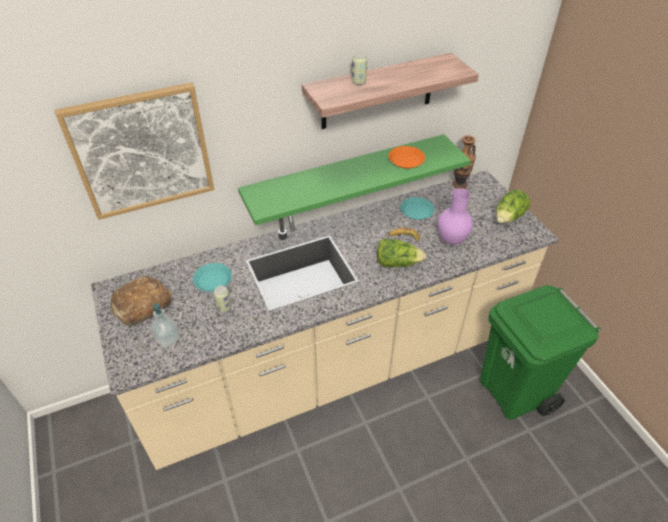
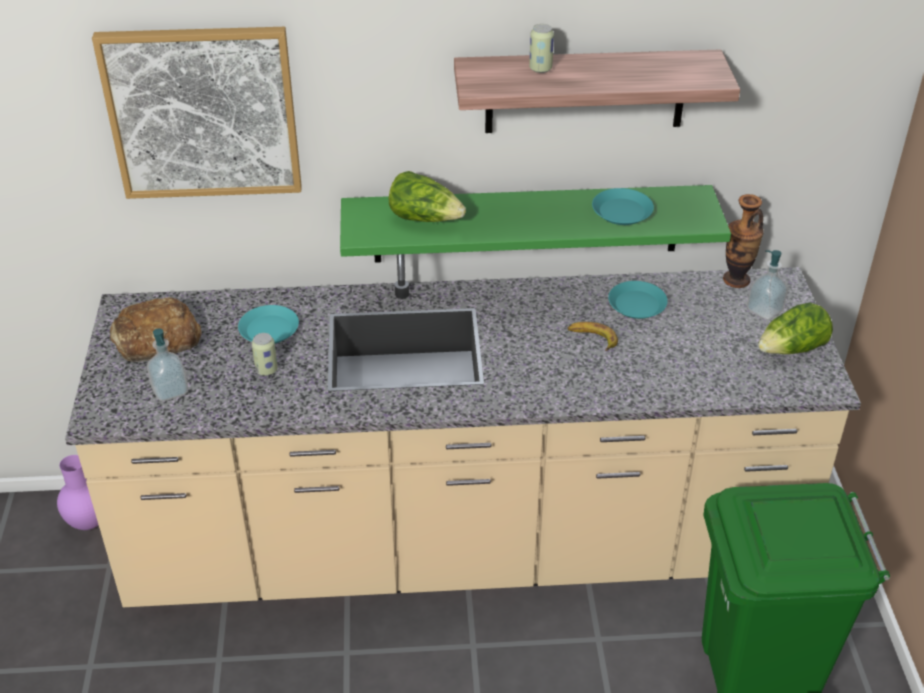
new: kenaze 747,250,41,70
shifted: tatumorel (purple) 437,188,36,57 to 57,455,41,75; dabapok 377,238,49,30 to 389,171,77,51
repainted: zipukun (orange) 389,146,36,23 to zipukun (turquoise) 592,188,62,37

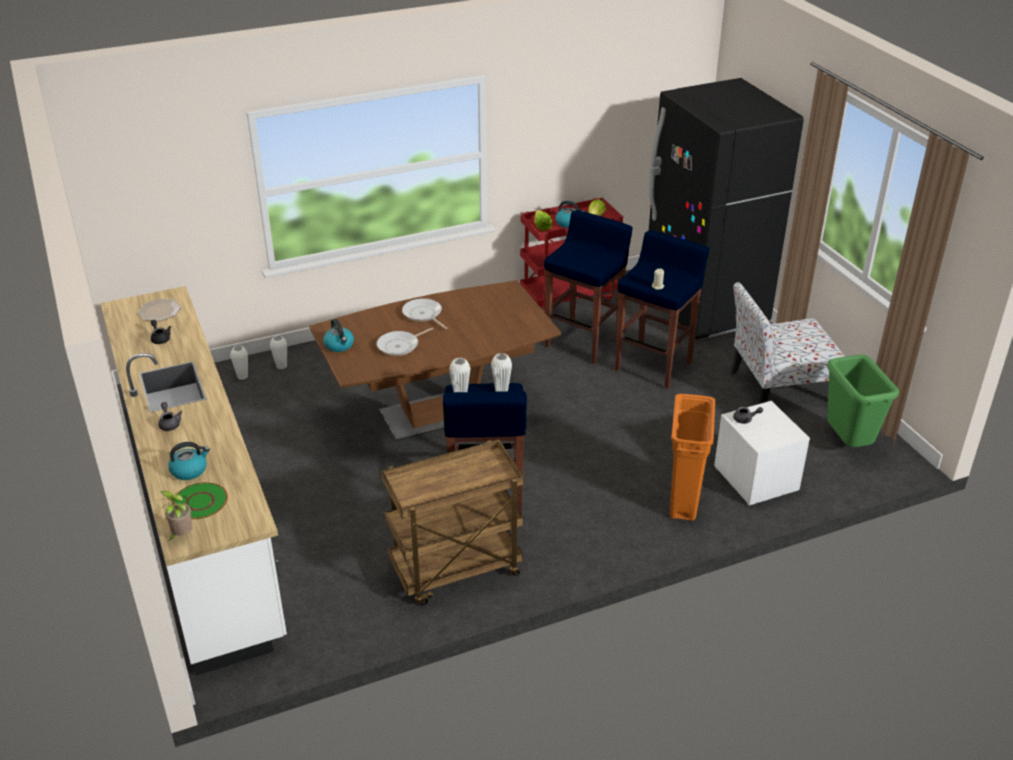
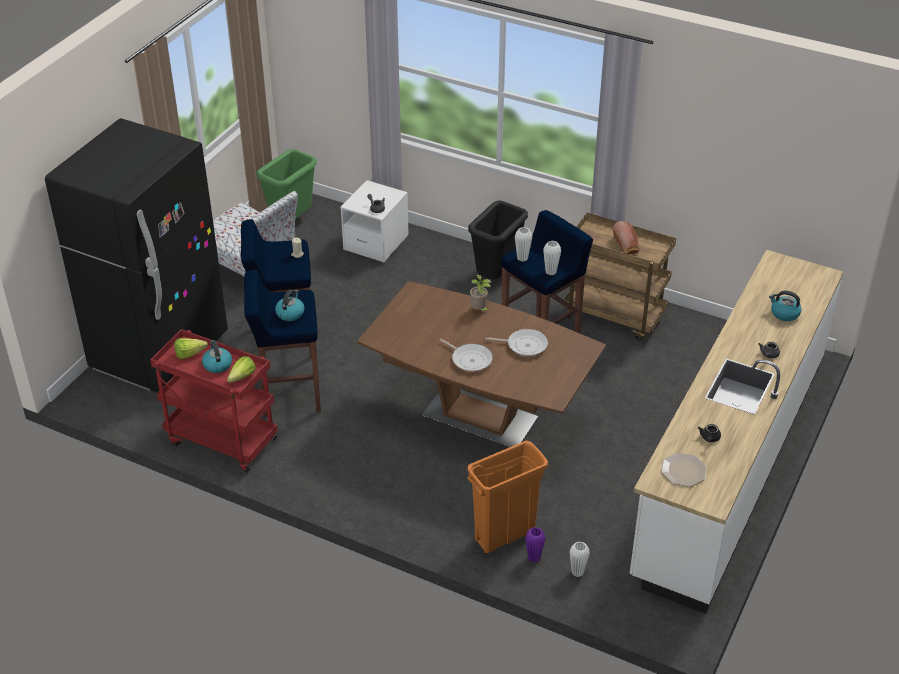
gone: zipukun (green) 172,482,56,37
new: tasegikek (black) 468,201,60,78; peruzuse 613,221,27,33
shifted: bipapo 323,319,31,33 to 275,290,29,31; tasegikek (orange) 670,394,45,127 to 467,441,81,112; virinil 157,491,36,50 to 470,275,21,36
repainted: tatumorel (white) 270,336,17,33 to tatumorel (purple) 525,527,20,35
rotated: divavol 402,298,45,31 = 440,339,53,33 60 degrees counterclockwise

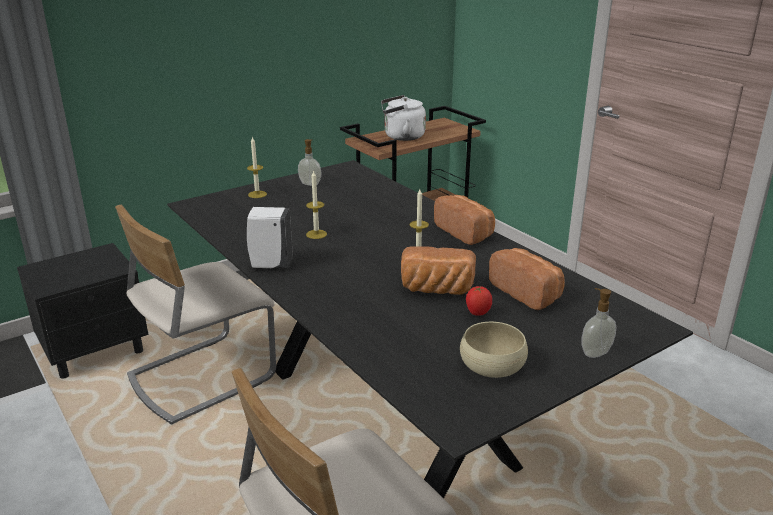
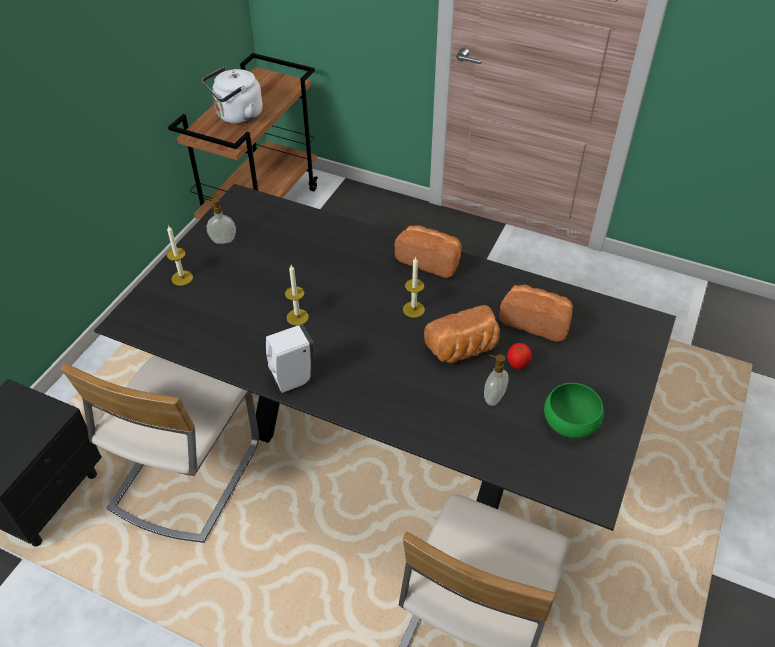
shifted: kenaze 581,288,35,70 to 484,354,24,52
repainted: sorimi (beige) 460,322,68,56 to sorimi (green) 544,383,60,55

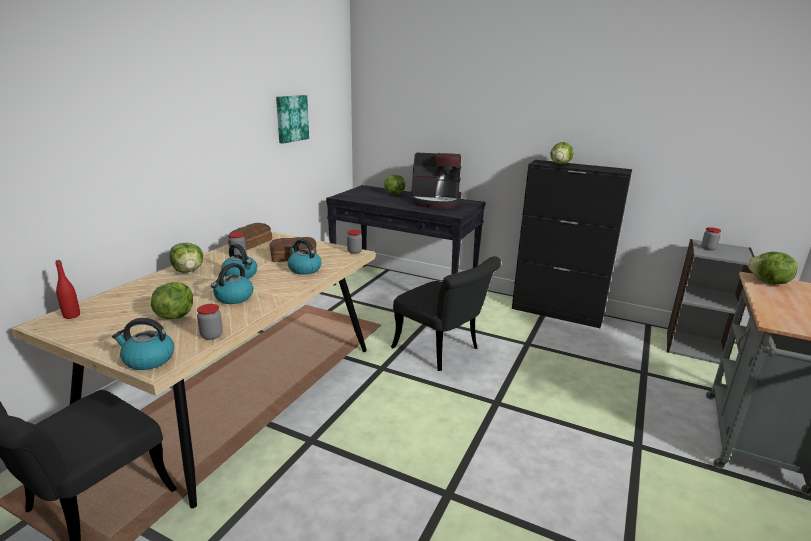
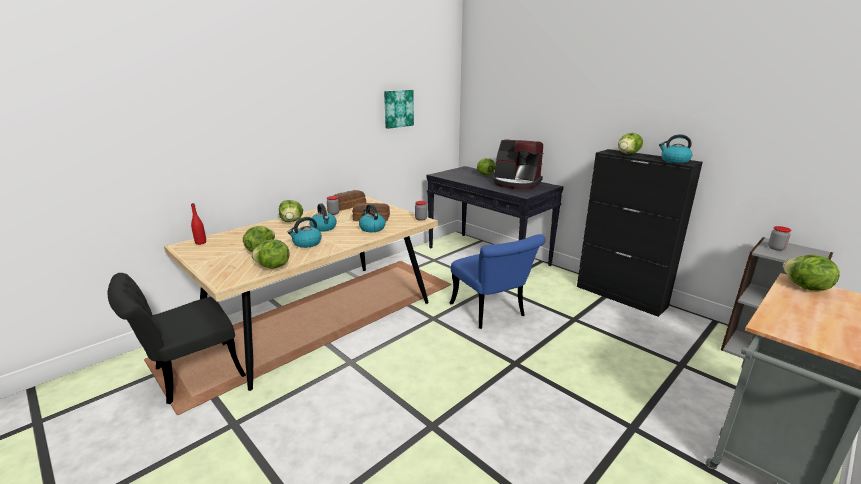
shifted: bipapo 112,318,62,52 to 659,134,33,29
swapped: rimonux 197,304,26,36 to dabapok 251,239,38,30
repainted: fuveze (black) 391,256,110,115 to fuveze (blue) 450,234,95,95

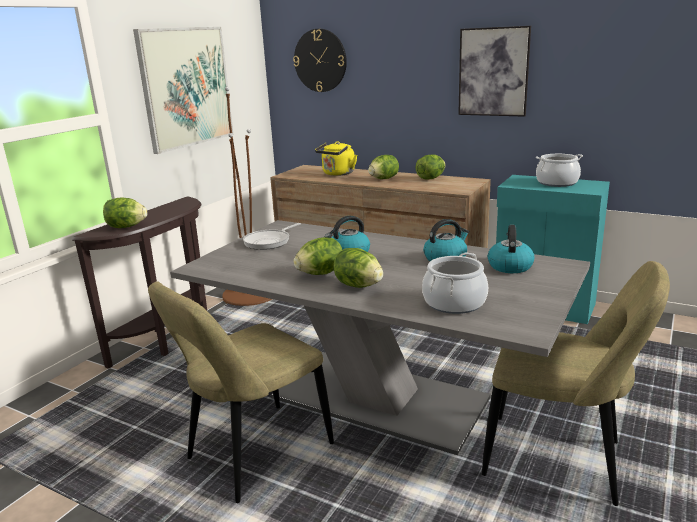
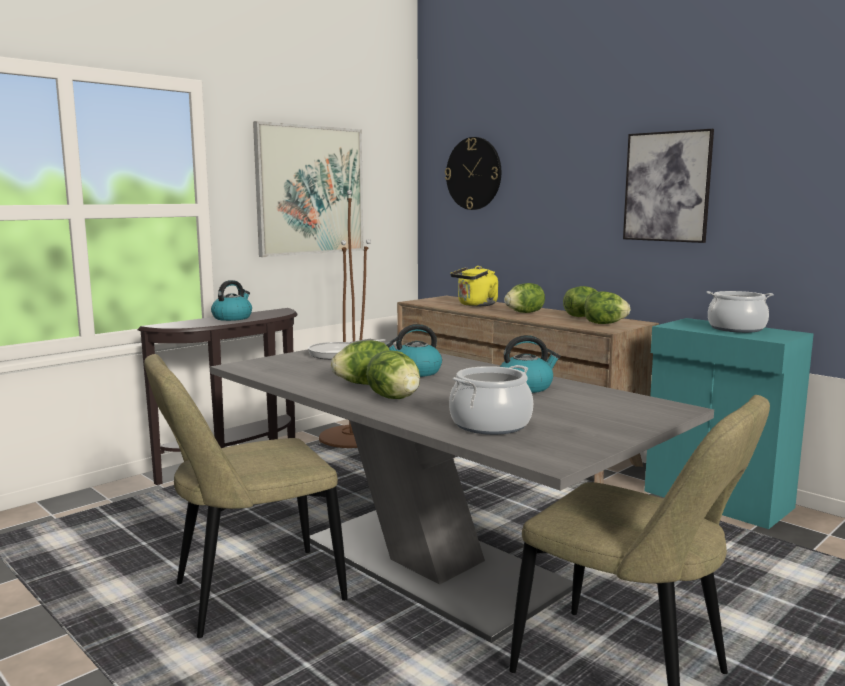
shifted: dabapok 103,197,44,31 to 584,291,47,33; bipapo 488,225,47,48 to 211,280,41,41

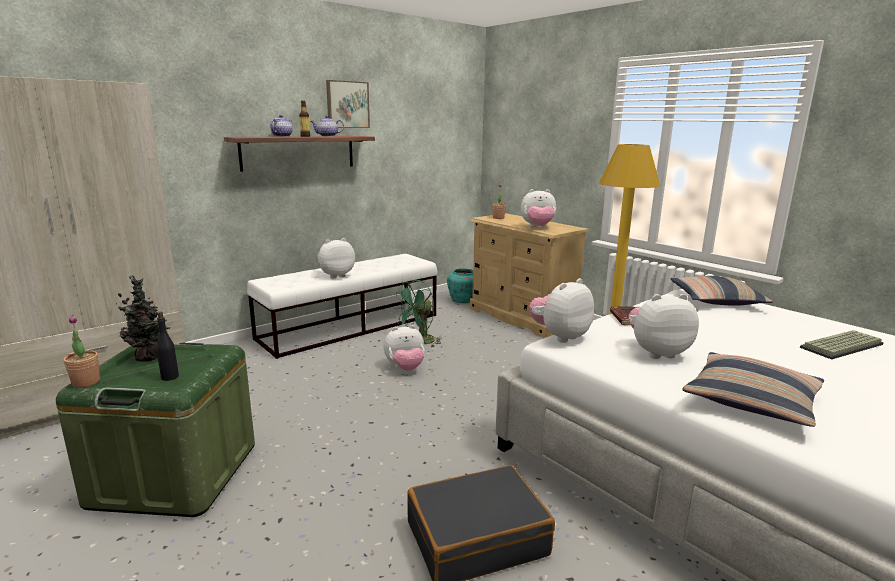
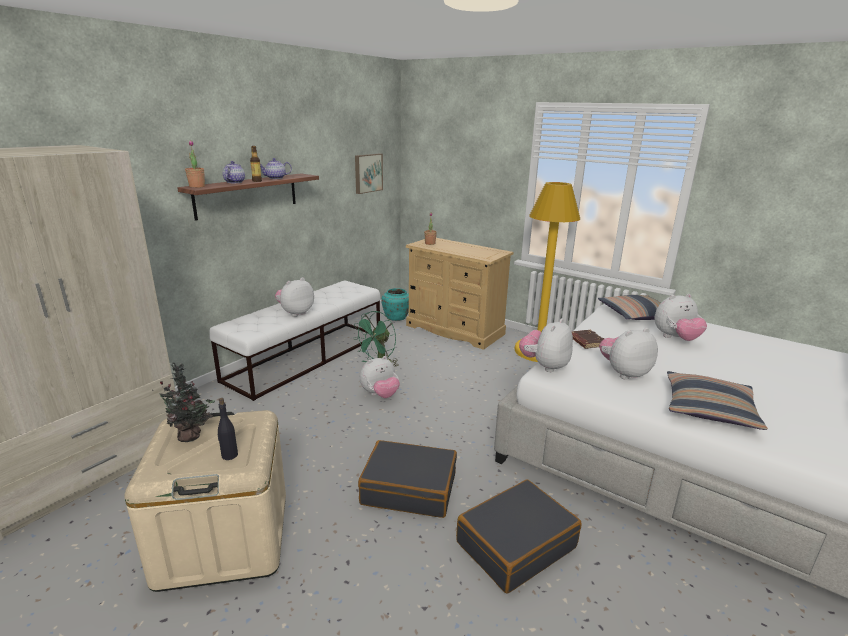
gone: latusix 800,330,84,29
new: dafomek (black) 358,440,99,78
shifted: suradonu 326,80,44,48 to 355,154,28,40; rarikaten 521,189,35,38 to 655,294,52,47; virinil 64,315,36,73 to 185,140,20,48
repainted: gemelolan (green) 56,343,199,174 to gemelolan (beige) 124,410,162,182

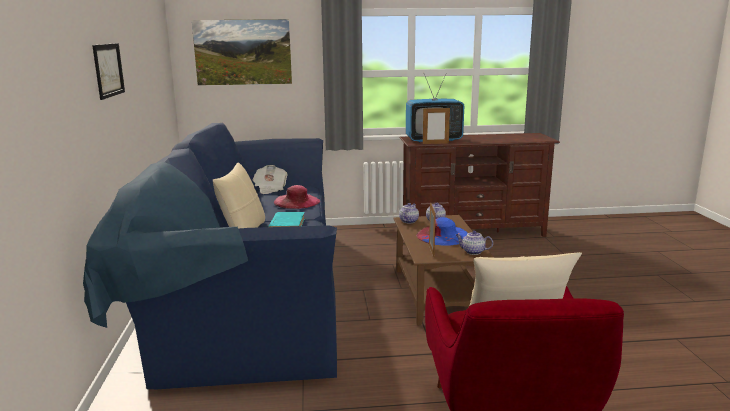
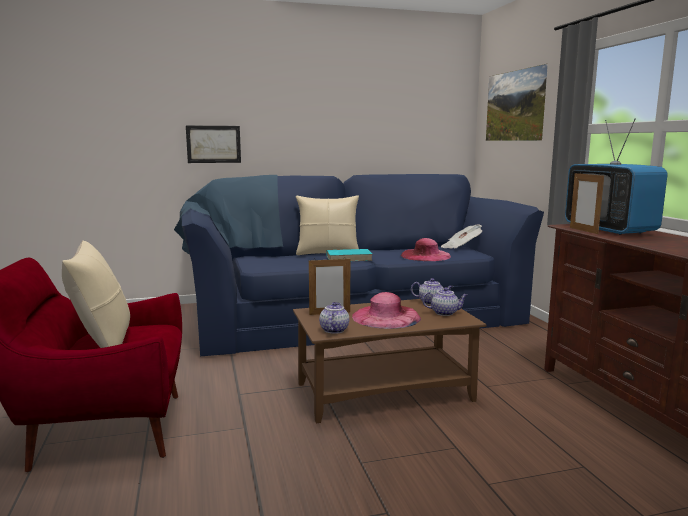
shifted: suradonu 92,43,33,57 to 186,126,55,37
repainted: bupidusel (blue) 416,217,52,28 to bupidusel (pink) 352,292,69,37

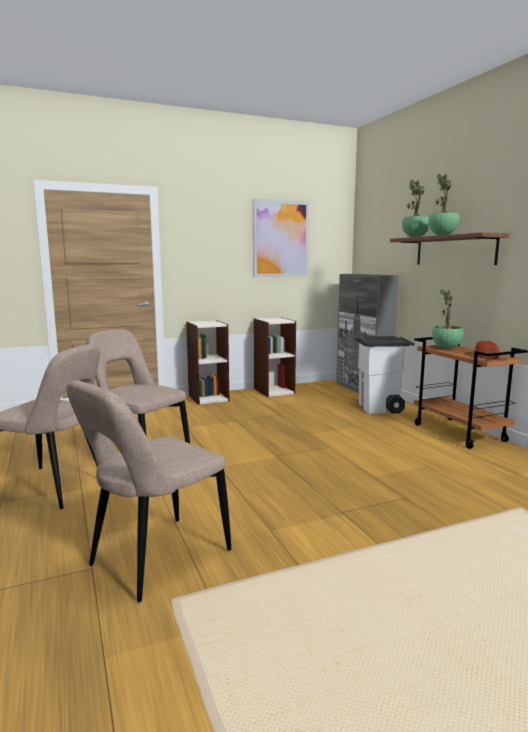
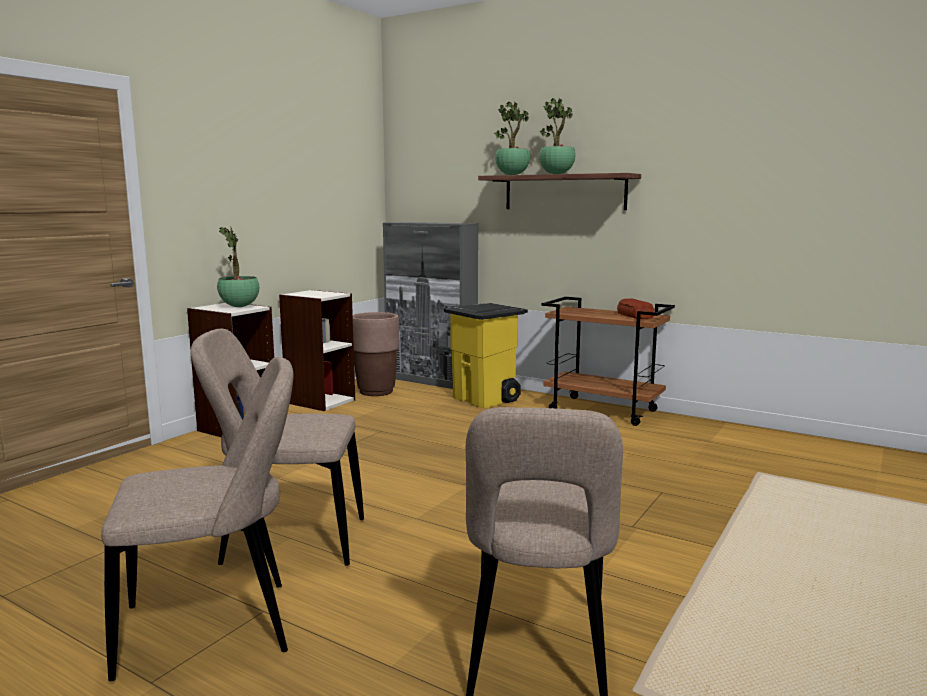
gone: suradonu 253,199,56,78
new: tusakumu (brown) 353,312,46,84
shifted: virinil 432,289,32,60 to 217,227,42,80
repainted: tasegikek (white) 355,336,60,78 to tasegikek (yellow) 444,303,84,105

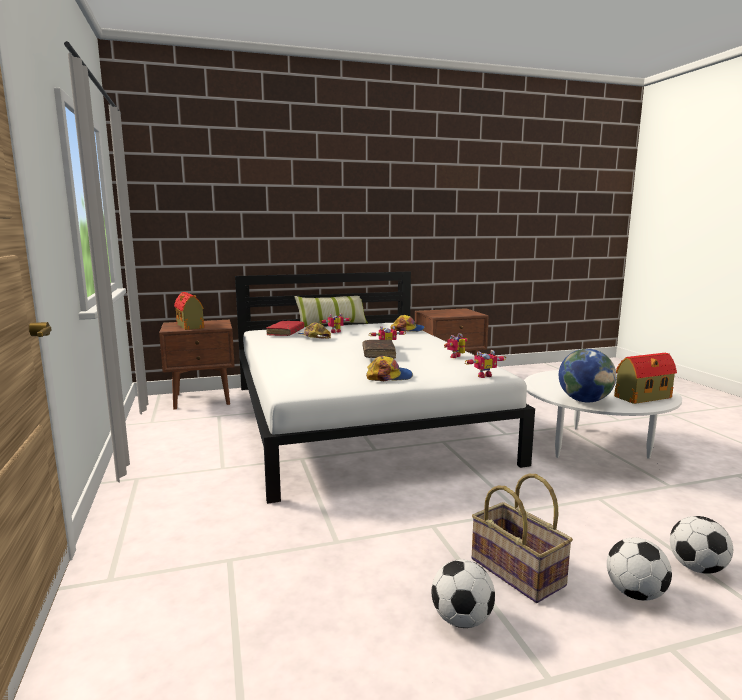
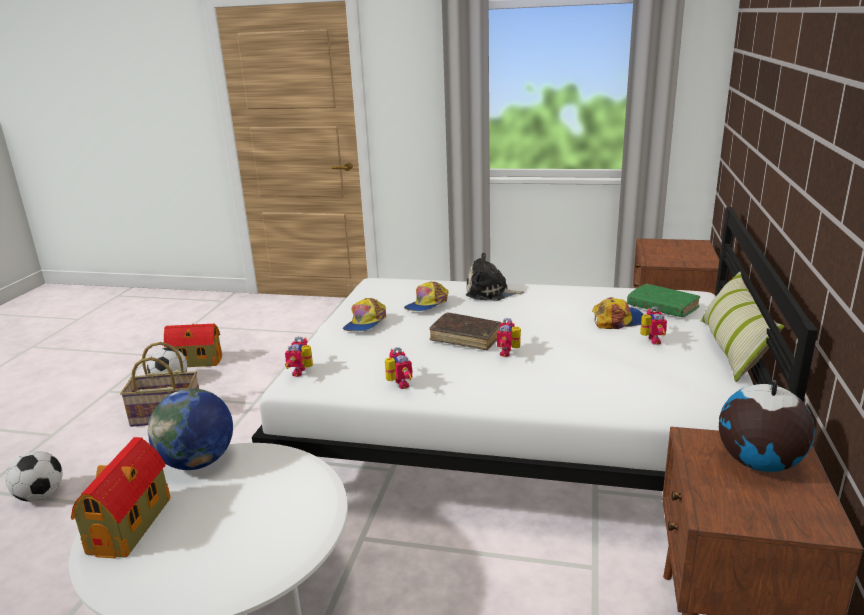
gone: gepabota 607,538,65,63
new: rarikaten 466,252,58,49; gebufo 719,380,96,92
shifted: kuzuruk 174,292,30,38 to 164,324,58,43; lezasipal 390,315,35,17 to 404,281,45,30
repainted: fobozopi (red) 266,321,38,15 to fobozopi (green) 627,283,73,34

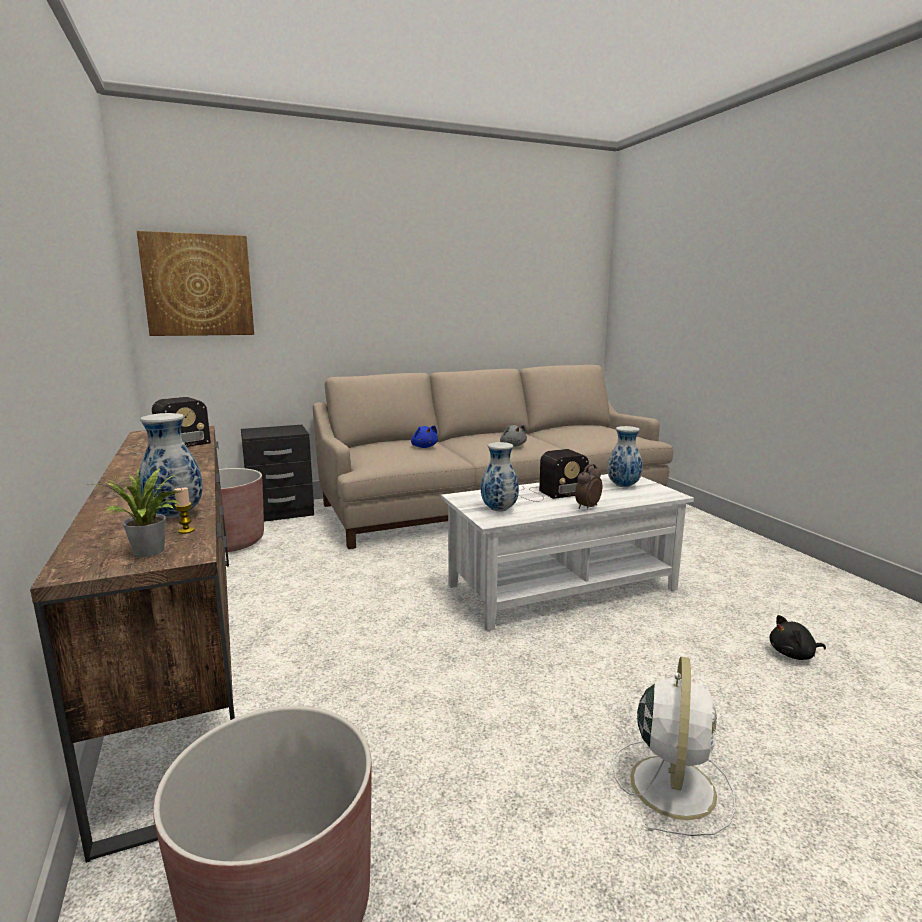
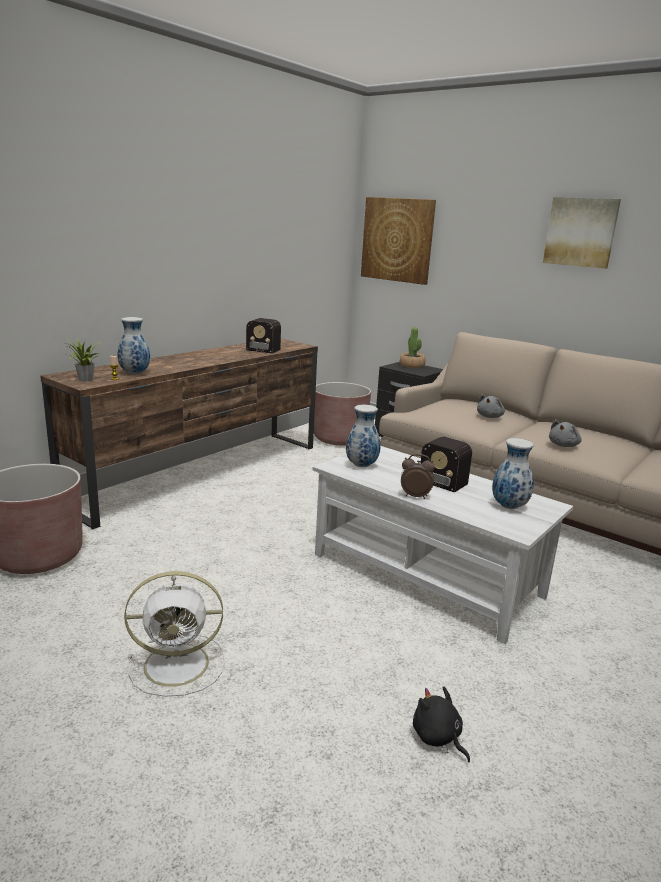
new: suradonu 543,197,78,72; virinil 400,327,25,41
repainted: rarikaten (blue) 411,425,27,23 to rarikaten (grey) 477,394,28,24

